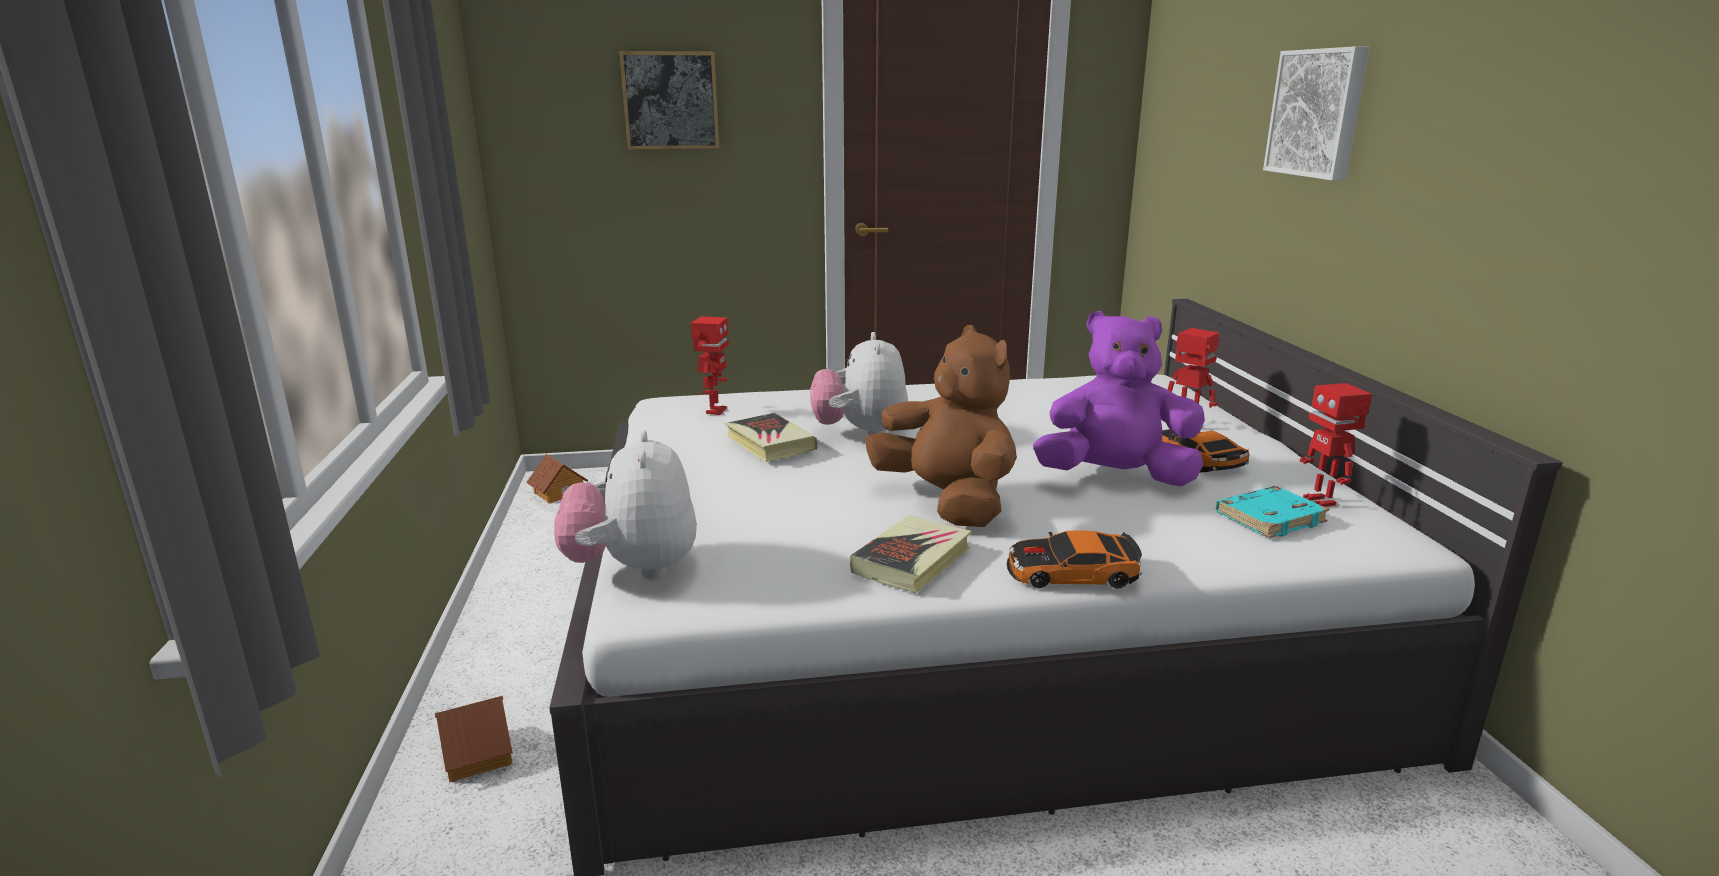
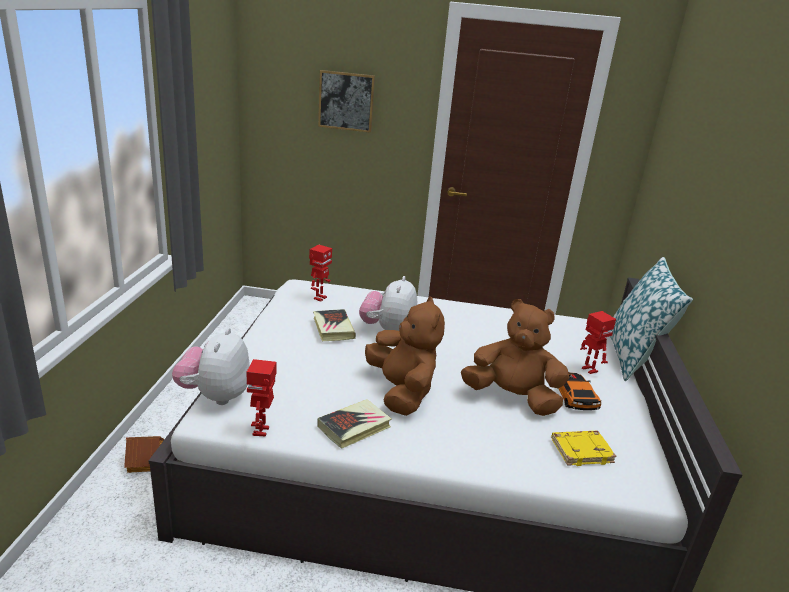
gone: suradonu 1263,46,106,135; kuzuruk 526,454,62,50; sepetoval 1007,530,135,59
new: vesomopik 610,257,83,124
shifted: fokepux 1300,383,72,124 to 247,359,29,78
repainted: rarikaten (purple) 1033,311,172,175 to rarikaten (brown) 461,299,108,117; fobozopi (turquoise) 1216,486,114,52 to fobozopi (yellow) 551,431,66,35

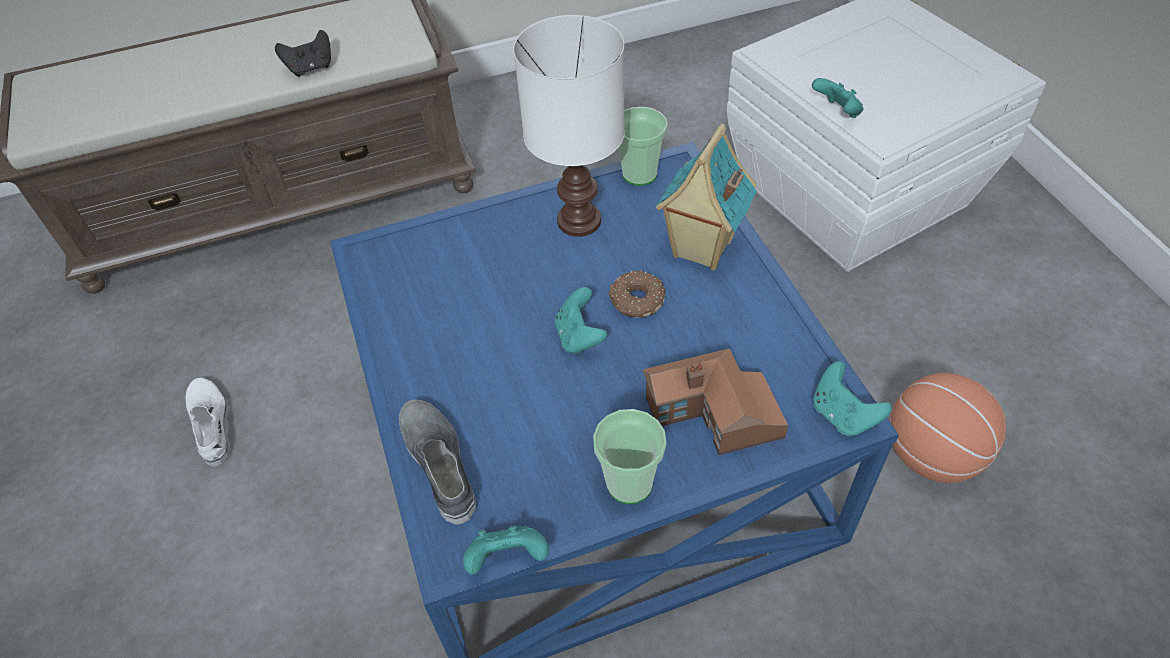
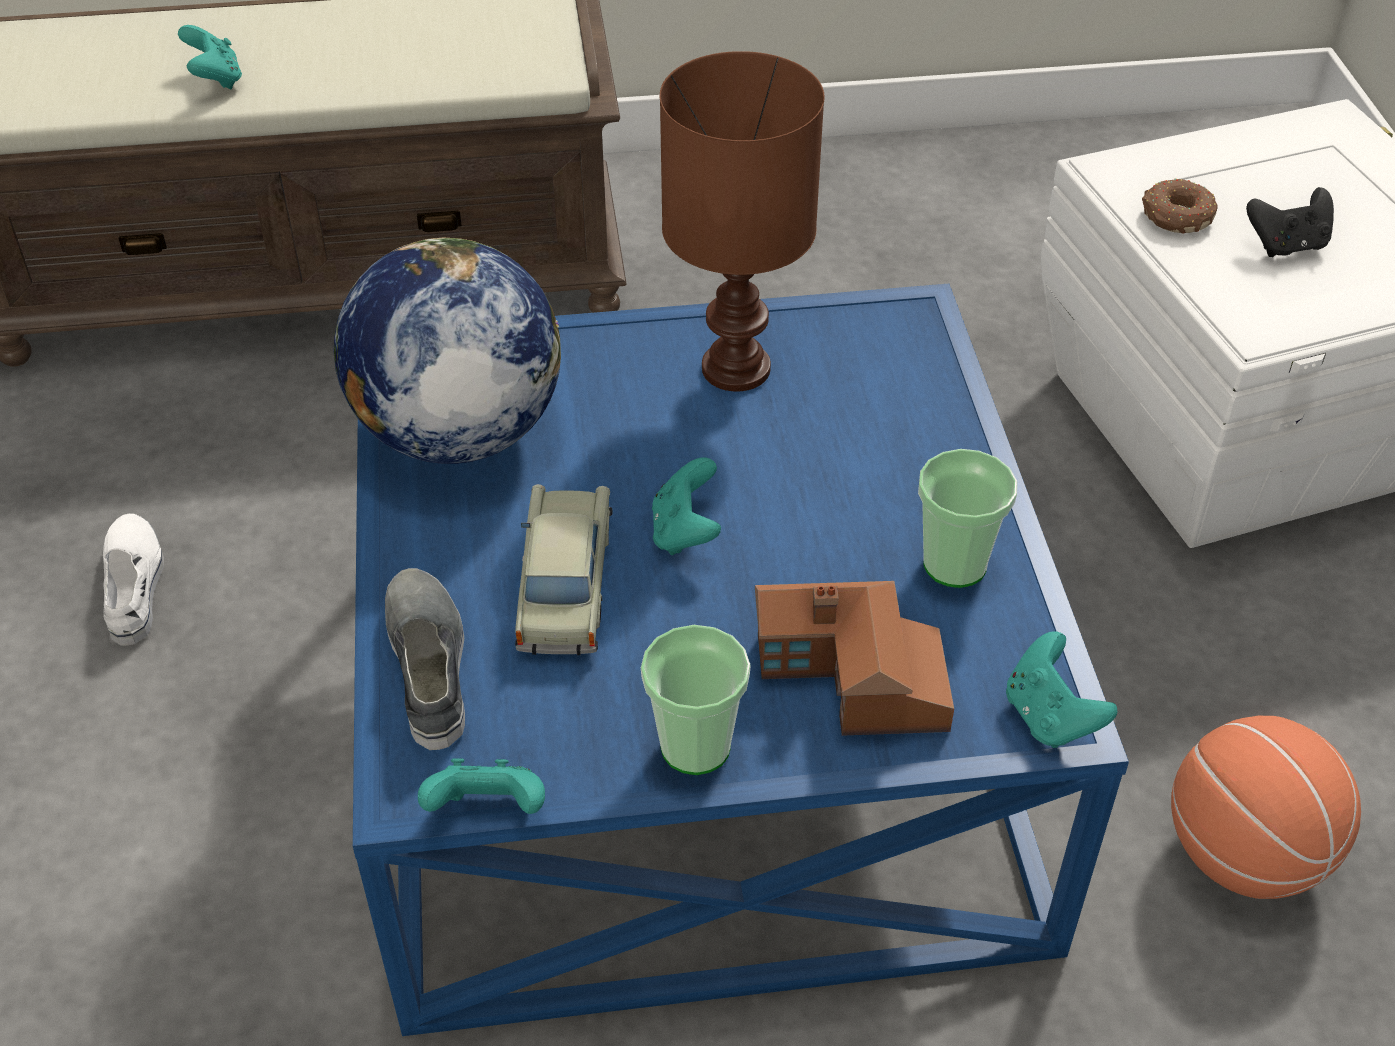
gone: kuzuruk 656,124,101,146
new: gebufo 334,237,227,227; sepetoval (beige) 515,484,98,171
shifted: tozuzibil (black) 275,30,56,47 to 1246,187,88,70; tozuzibil (turquoise) 812,78,52,40 to 178,25,64,64; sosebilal 619,107,49,79 to 918,449,99,139; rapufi 608,271,57,47 to 1142,178,76,56
repainted: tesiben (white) 513,15,112,222 to tesiben (brown) 660,51,165,341

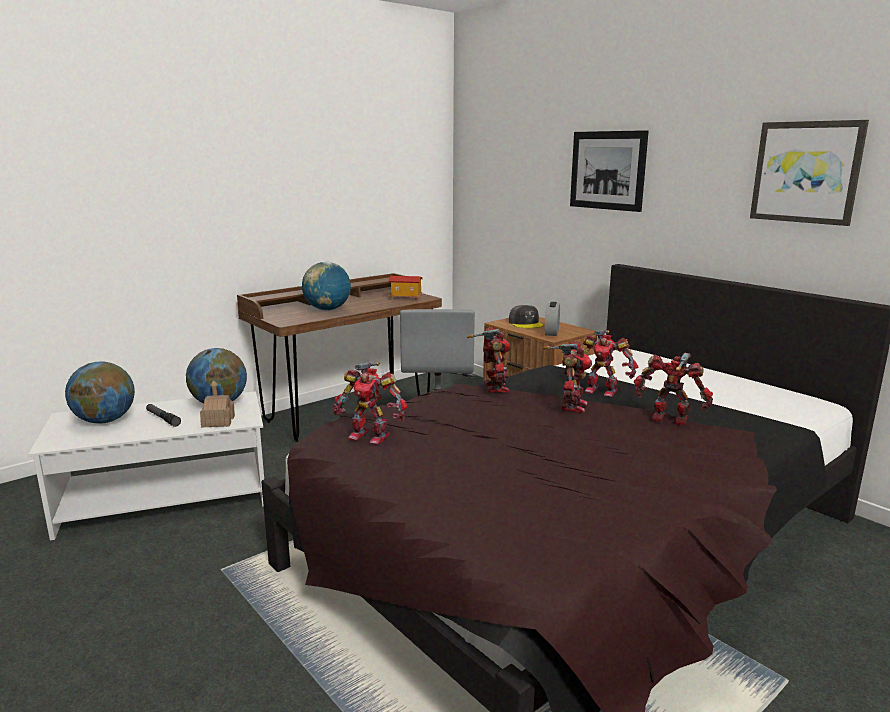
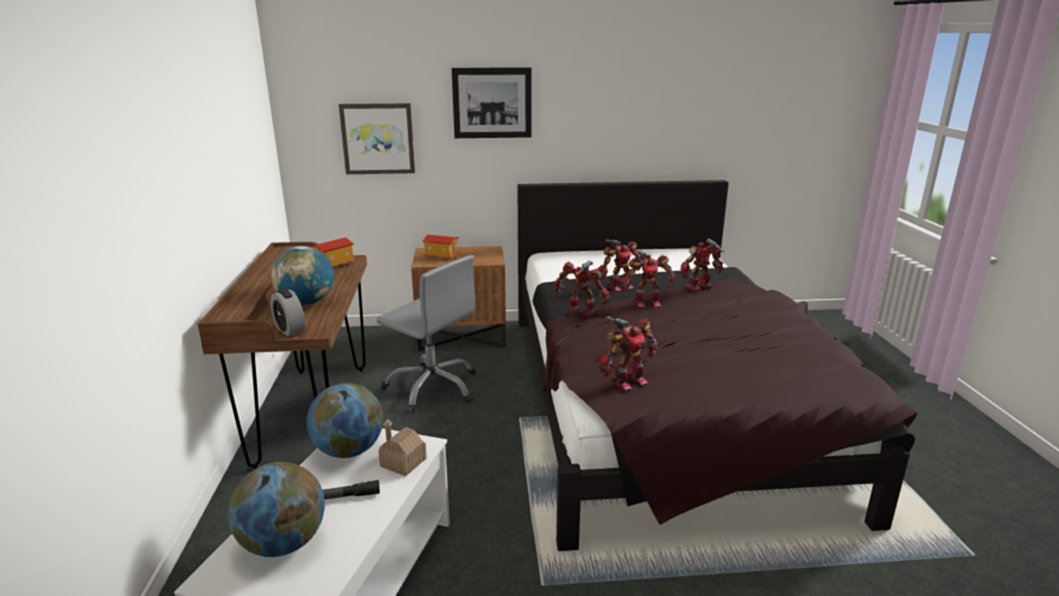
shifted: suradonu 750,120,119,106 to 339,103,76,71; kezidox 545,302,15,34 to 270,289,35,48
swapped: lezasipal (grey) 509,305,34,23 to kuzuruk 423,235,38,26
rotated: fokepux 543,342,49,71 = 620,250,57,58 120 degrees clockwise

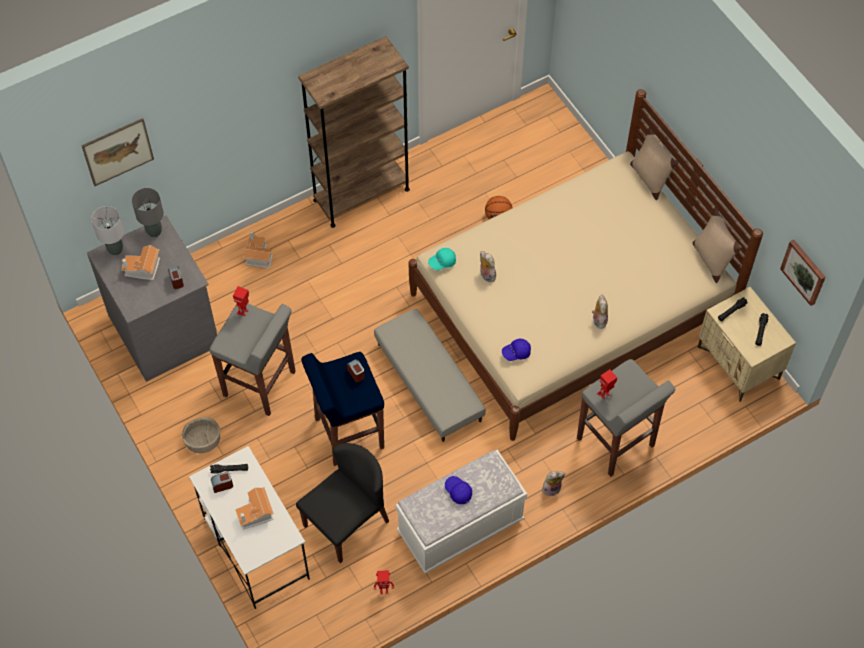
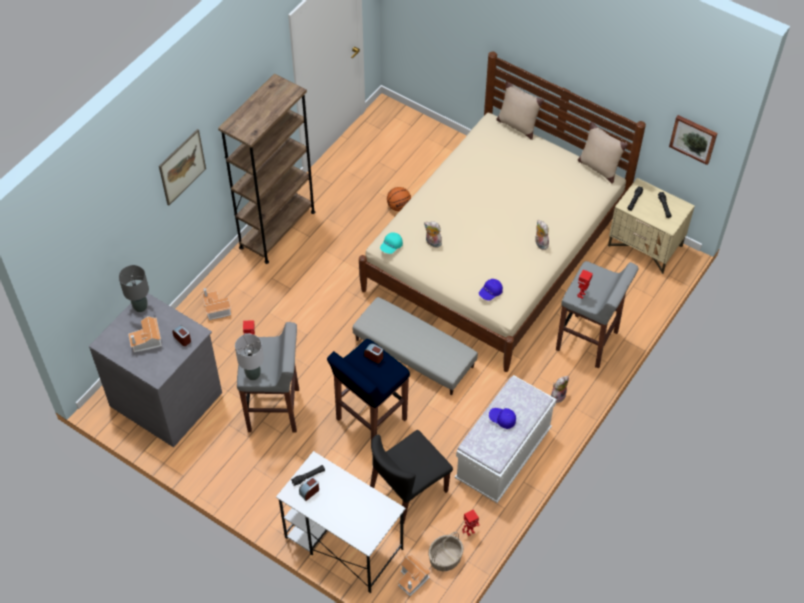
shifted: suradonu 81,118,73,68 to 159,129,47,77; tesiben (grey) 91,206,33,49 to 235,334,29,46; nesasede 182,417,38,36 to 428,532,35,39; kuzuruk 235,487,39,43 to 398,554,33,42
rotated: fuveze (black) 296,443,93,120 = 370,430,83,95 150 degrees counterclockwise

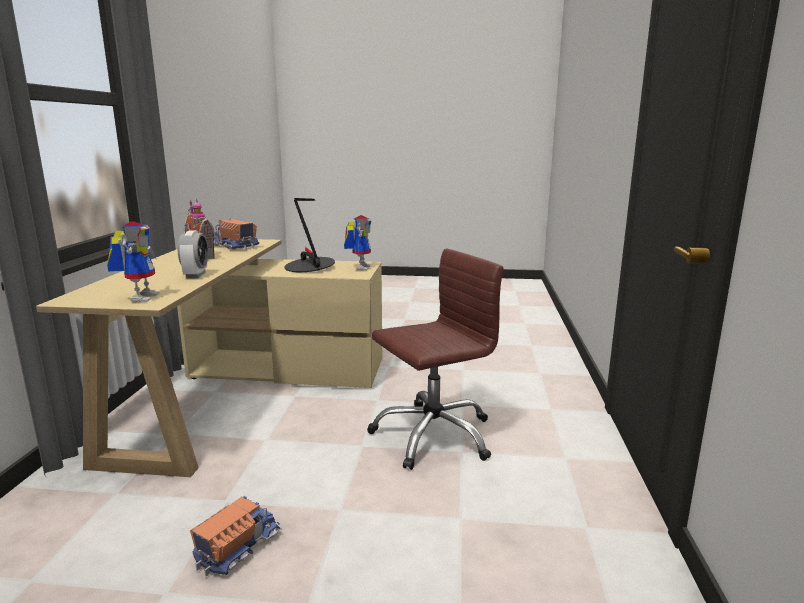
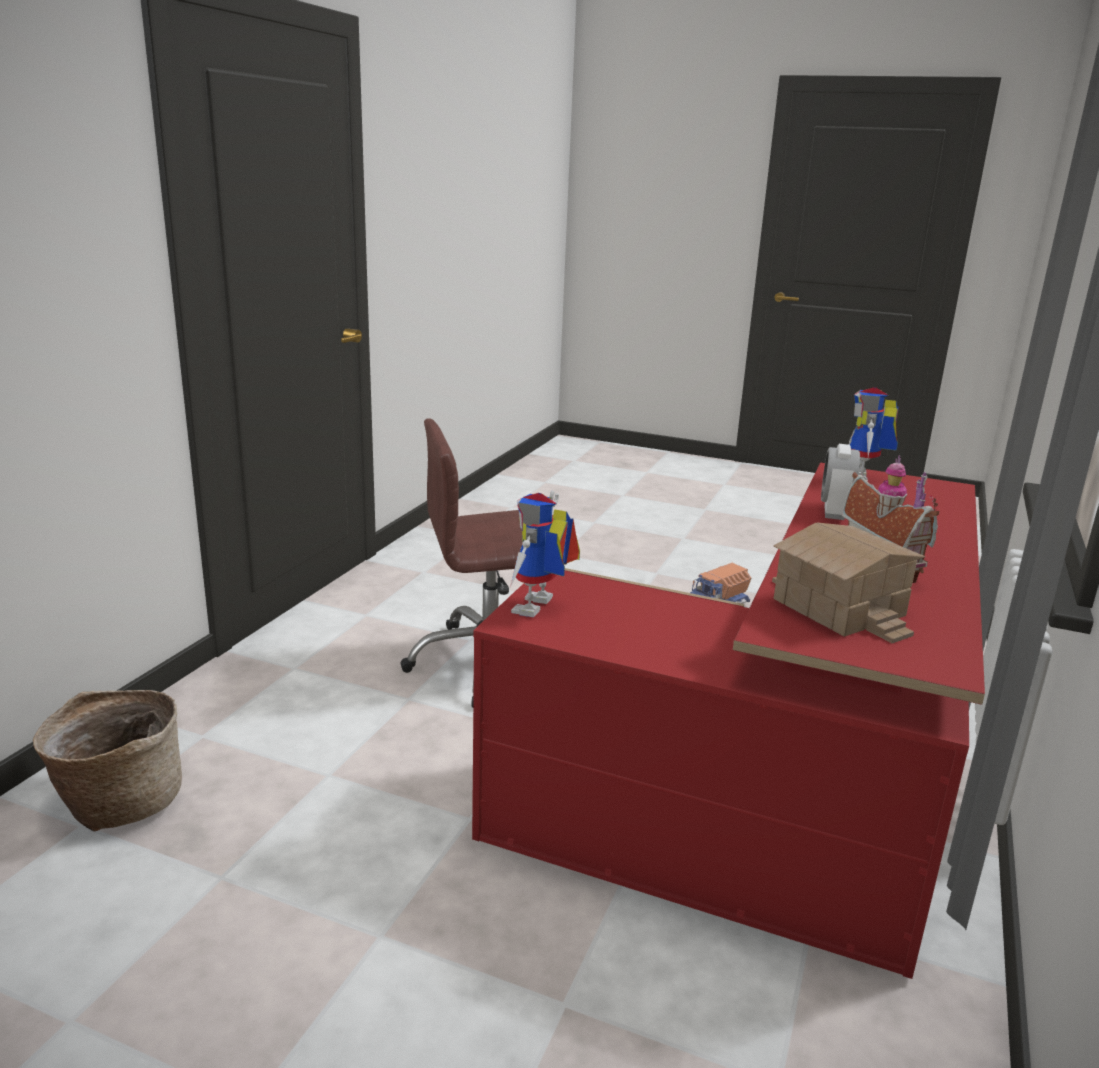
gone: tesiben 285,198,50,74
new: nesasede 33,690,149,142
swapped: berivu 214,219,45,31 to kuzuruk 772,522,153,121
repainted: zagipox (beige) 36,239,346,238 to zagipox (red) 472,463,513,516

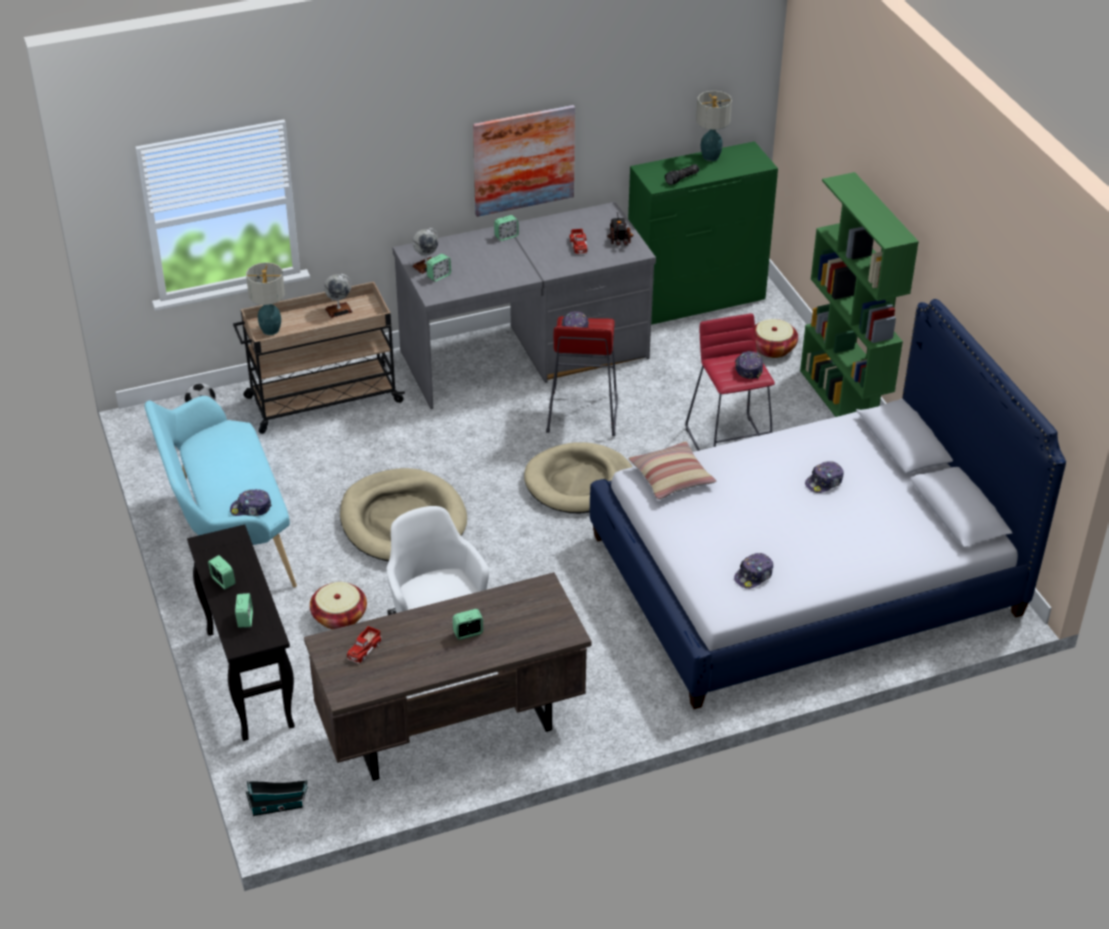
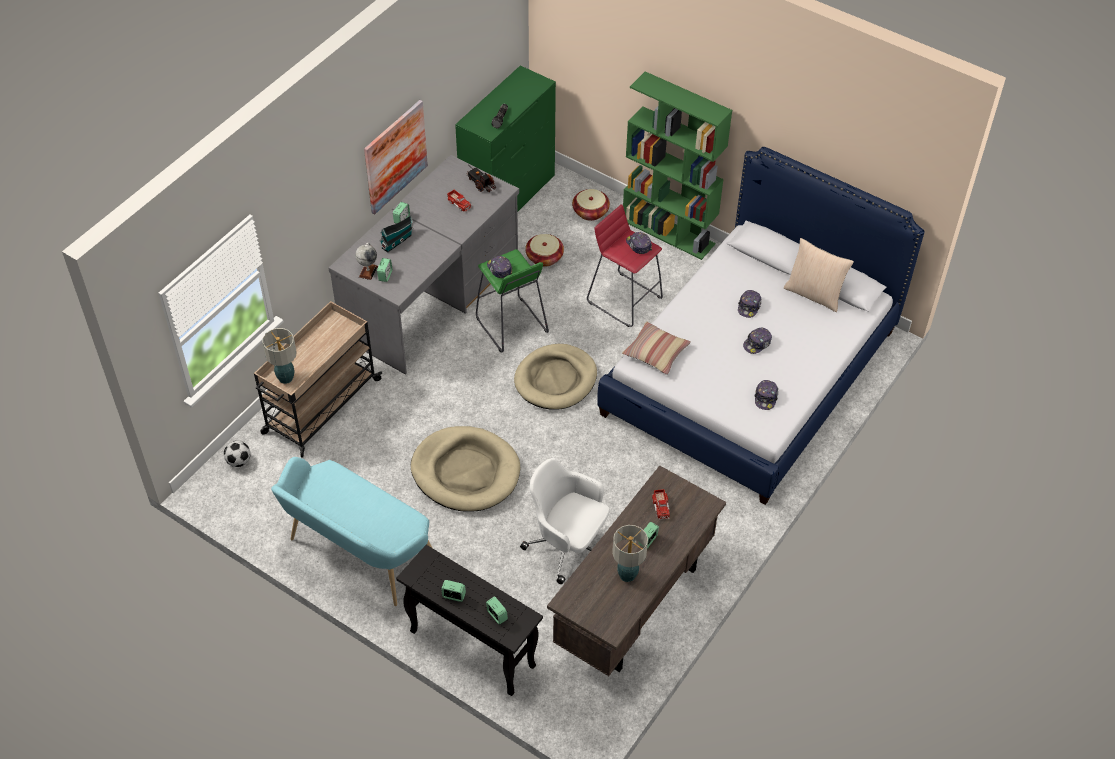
gone: gebufo 324,274,29,44
new: vesomopik (beige) 784,238,70,74
shifted: tesiben 696,91,36,70 to 612,525,36,57; lezasipal 230,489,42,27 to 743,328,29,26; nesasede 310,582,57,48 to 525,234,39,33; berivu 347,626,35,38 to 652,489,18,31; kuzuruk 246,780,62,36 to 379,215,34,38
repainted: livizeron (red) 546,316,72,120 to livizeron (green) 476,249,73,103

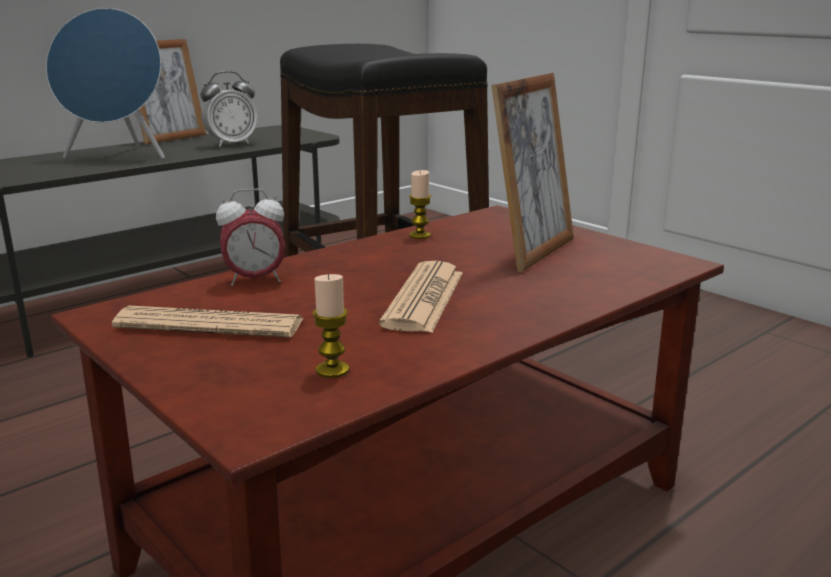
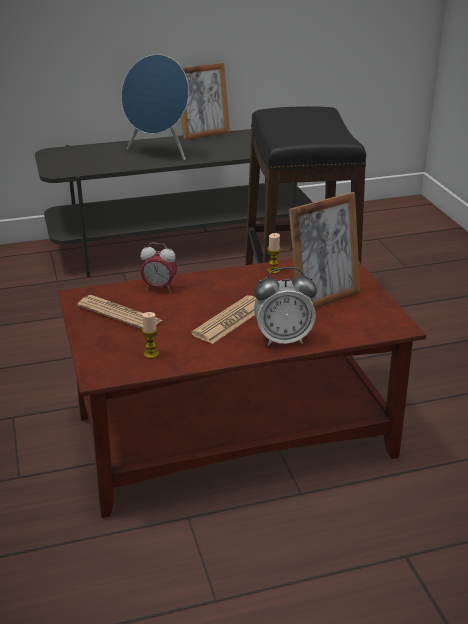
shifted: kezidox 201,71,56,76 to 254,267,63,79

